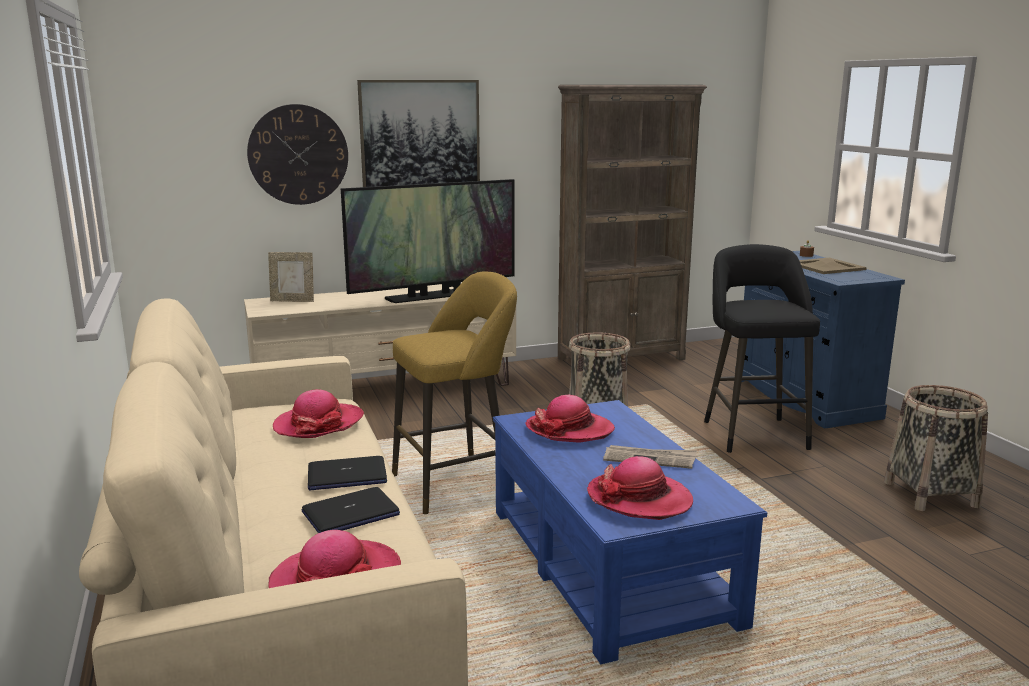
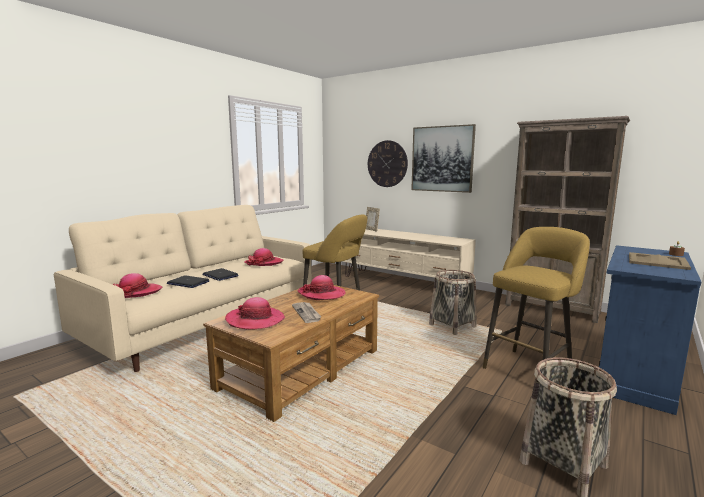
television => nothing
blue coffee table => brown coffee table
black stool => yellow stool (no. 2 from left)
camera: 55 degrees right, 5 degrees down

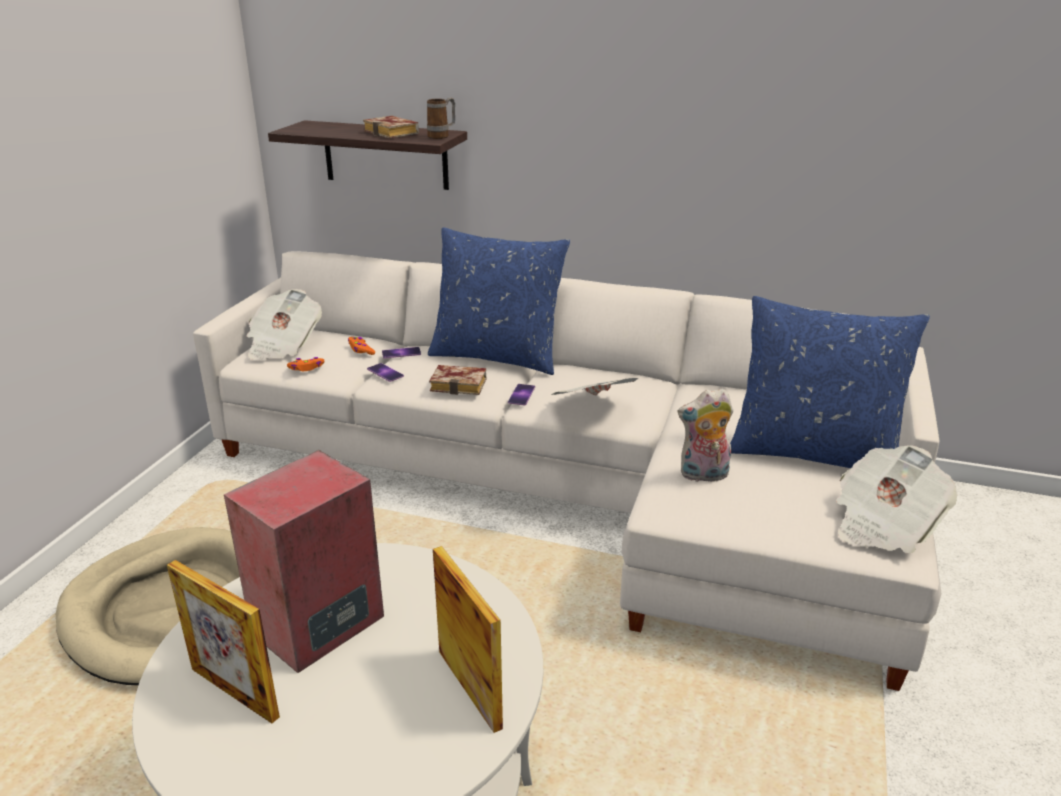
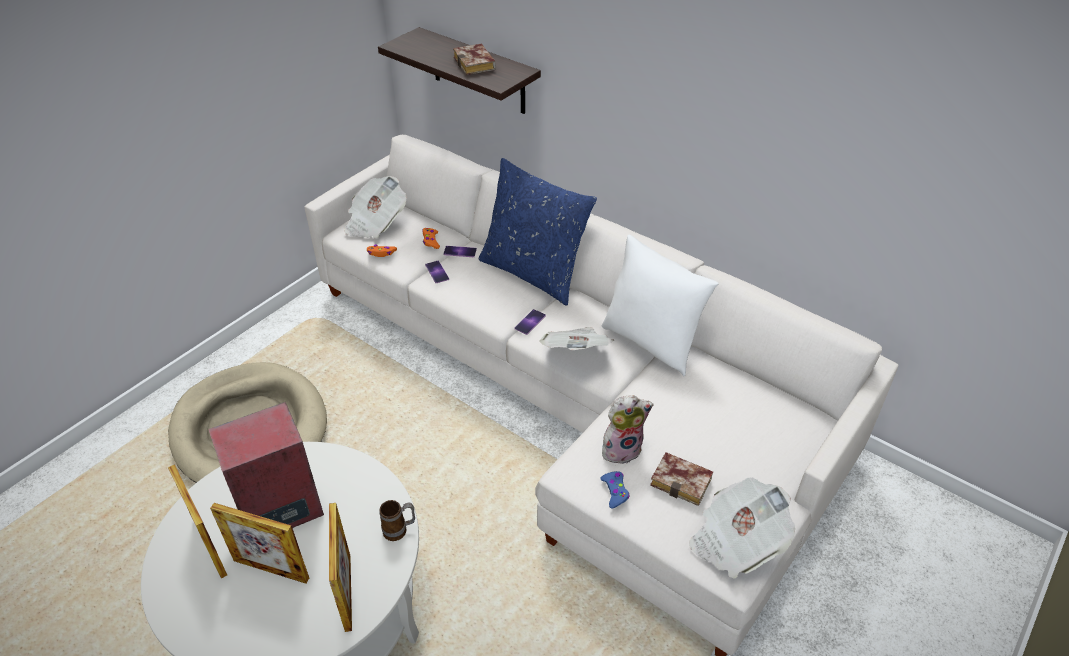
blue pillow (no. 2 from left) => nothing
nothing => picture frame (no. 2 from left)
nothing => white pillow
nothing => blue game controller
mug, shifted
book (no. 2 from left), shifted
plush toy, 150 degrees clockwise
camera: 20 degrees right, 15 degrees up

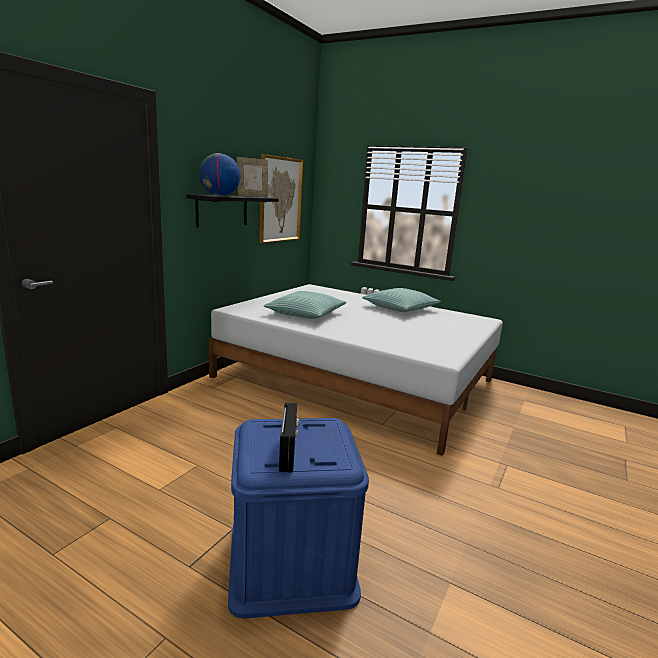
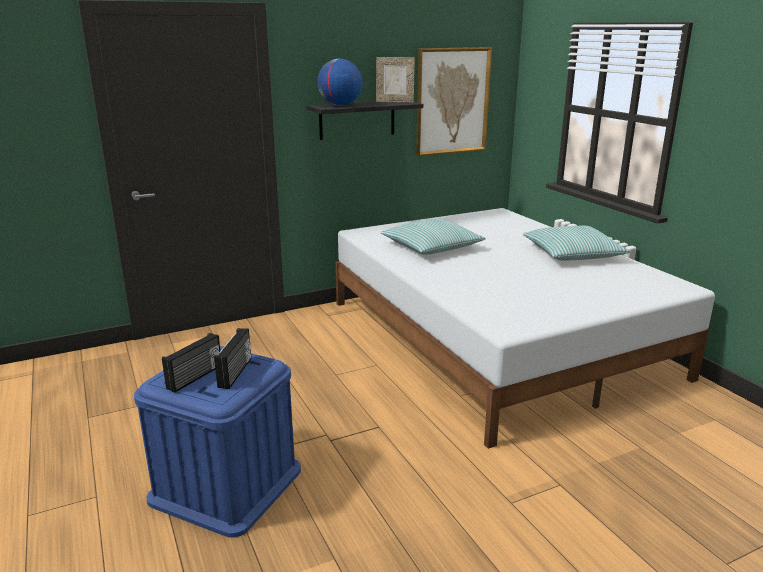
nothing => radio (no. 2 from left)
camera: 35 degrees right, 5 degrees up

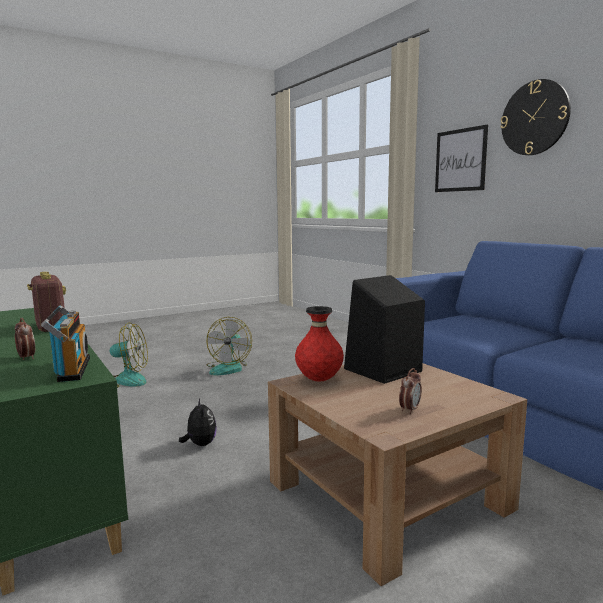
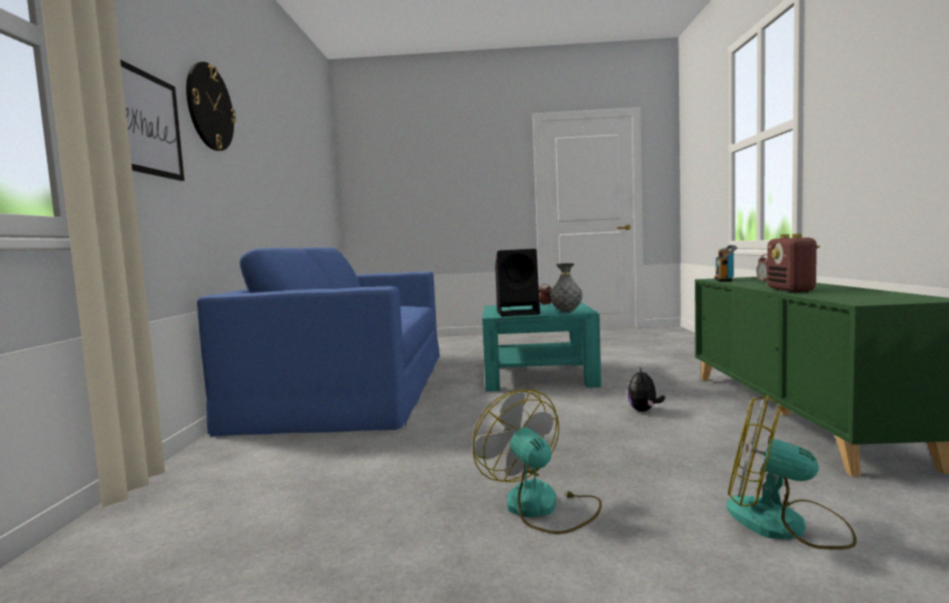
brown coffee table => turquoise coffee table
red vase => grey vase
fan (no. 2 from left in the first image) => fan (no. 1 from left), 75 degrees counterclockwise
camera: 145 degrees left, 5 degrees down

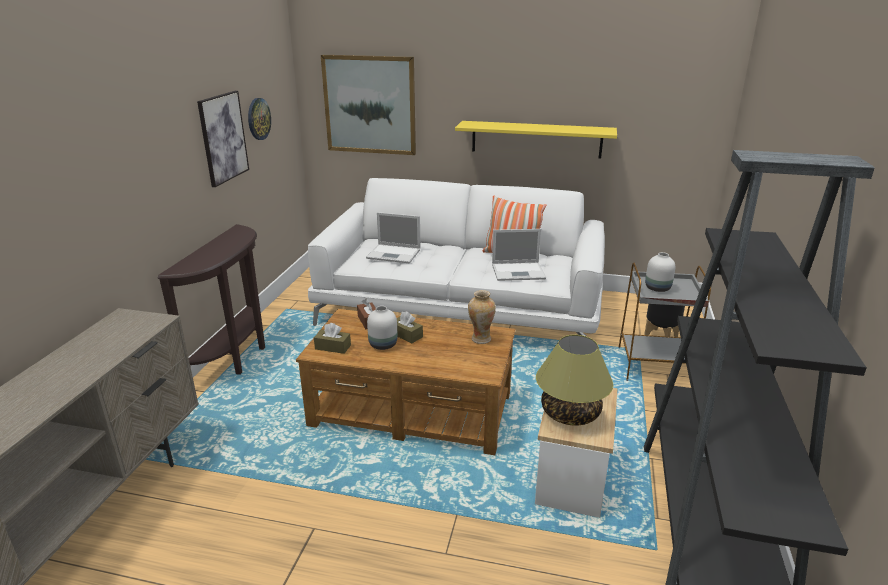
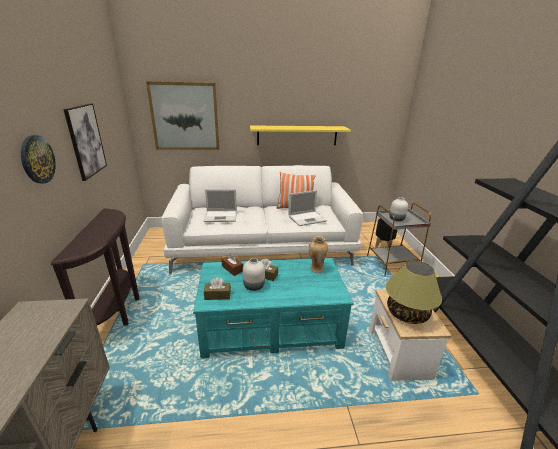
wall clock, shifted
brown coffee table => turquoise coffee table
camera: 20 degrees left, 0 degrees up

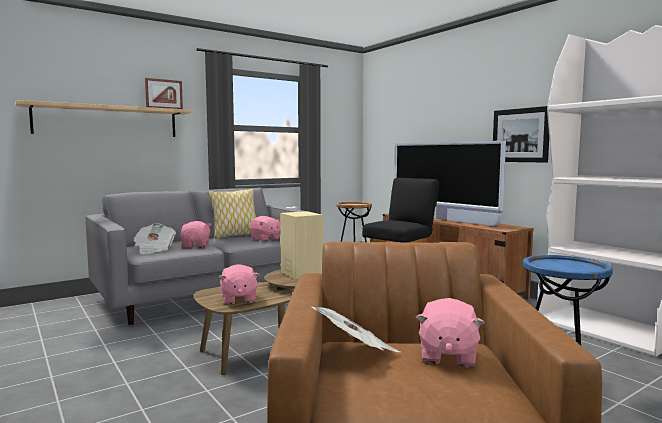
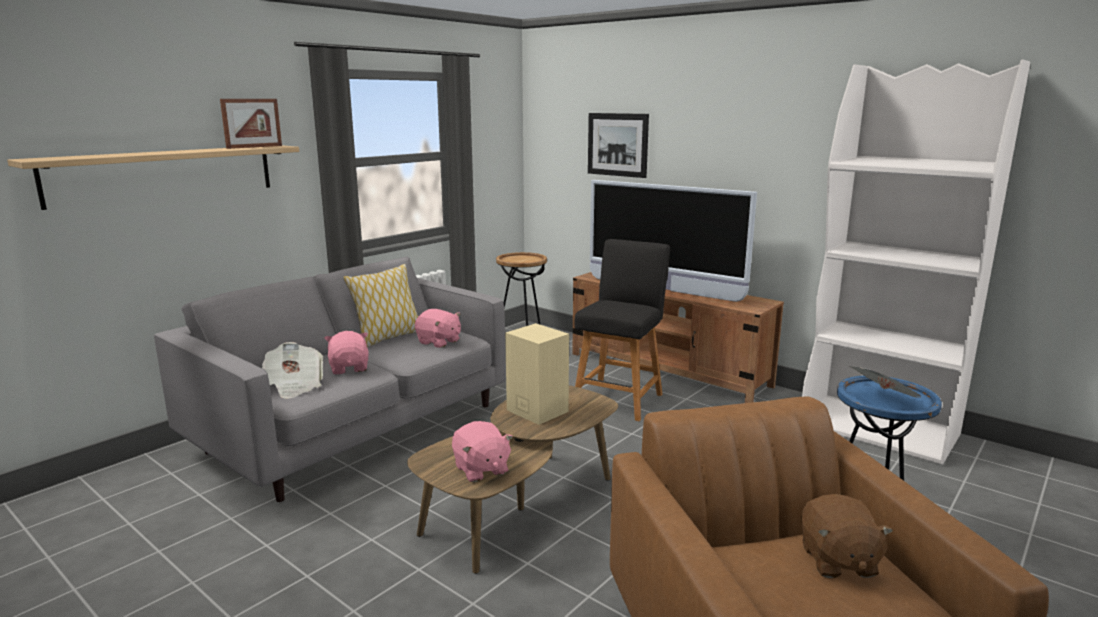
newspaper (no. 2 from left), shifted
picture, shifted
pink plush toy (no. 4 from left) => brown plush toy
camera: 15 degrees left, 10 degrees up

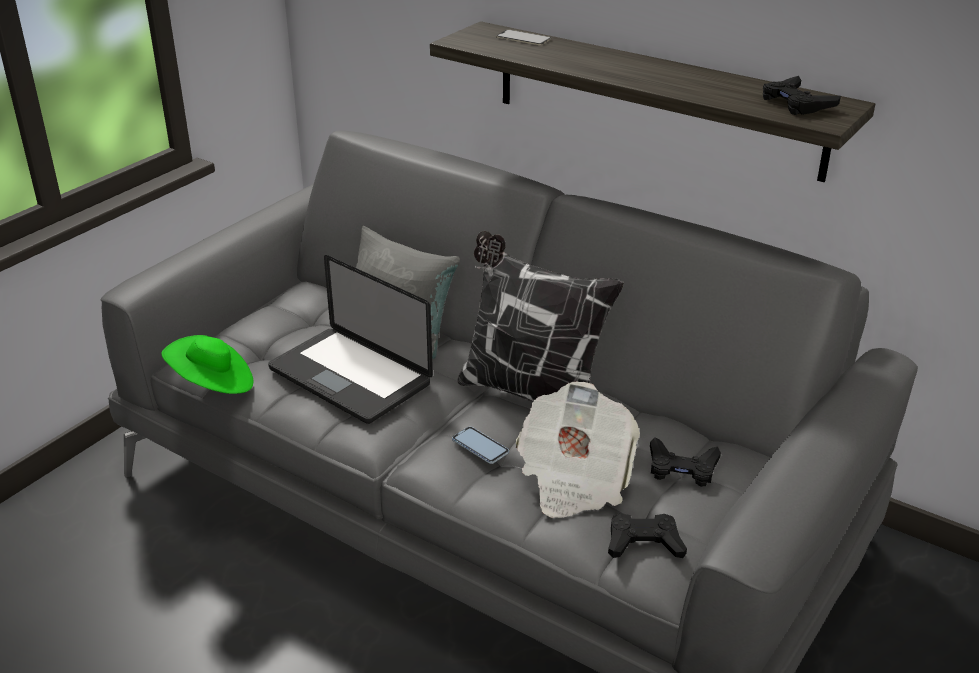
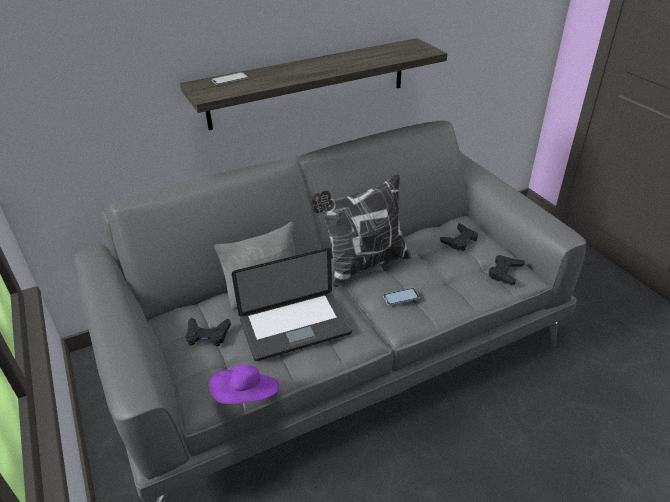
newspaper => nothing
black game controller (no. 3 from left in the first image) => black game controller (no. 1 from left), shifted
green hat => purple hat
camera: 60 degrees left, 5 degrees up

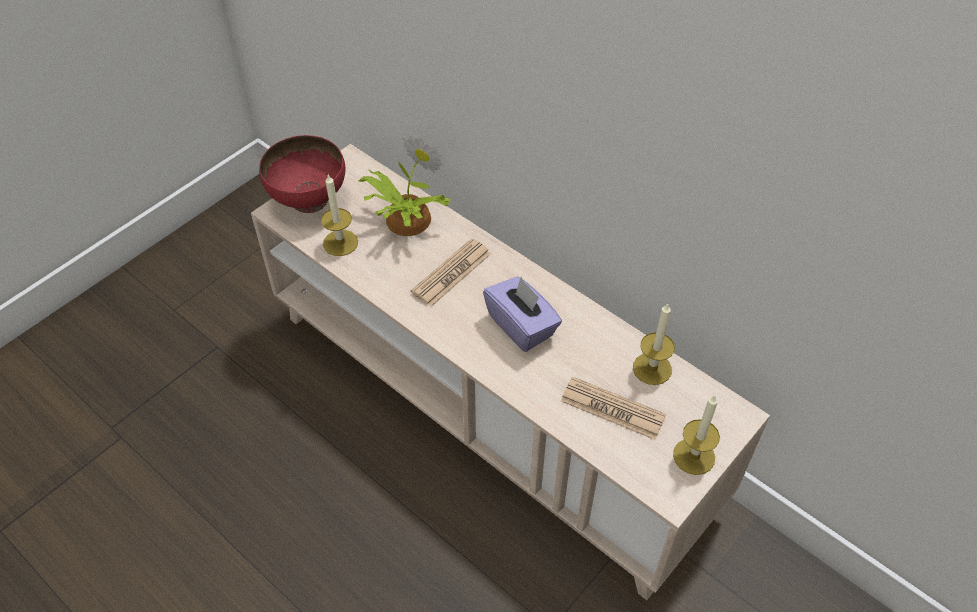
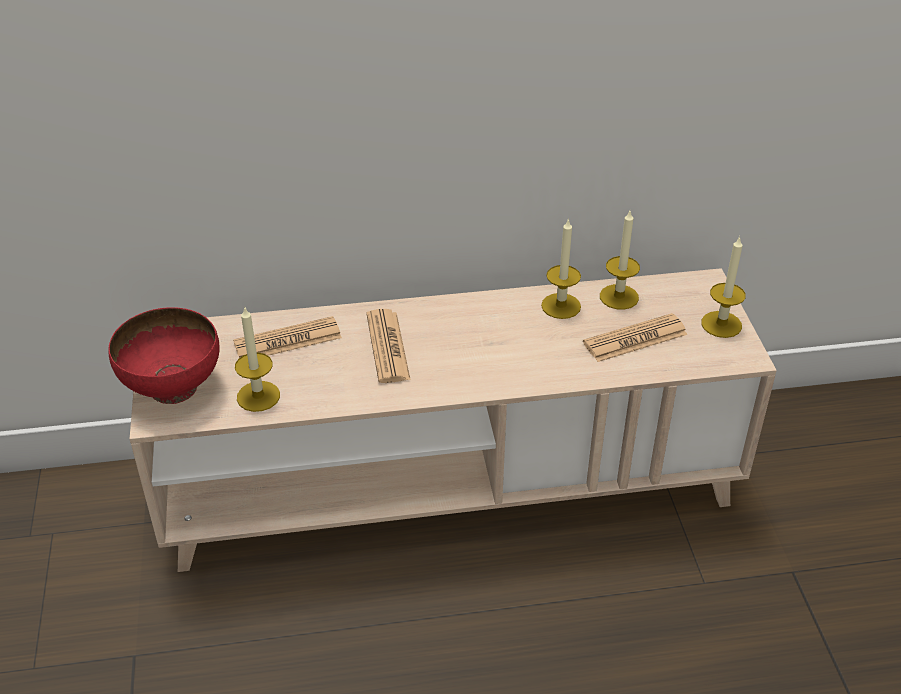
purple tissue box => nothing
nothing => candle (no. 2 from left)
potted plant => newspaper (no. 1 from left)
camera: 50 degrees left, 10 degrees down

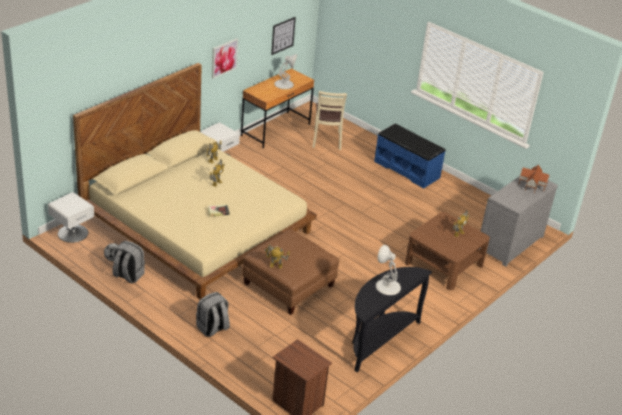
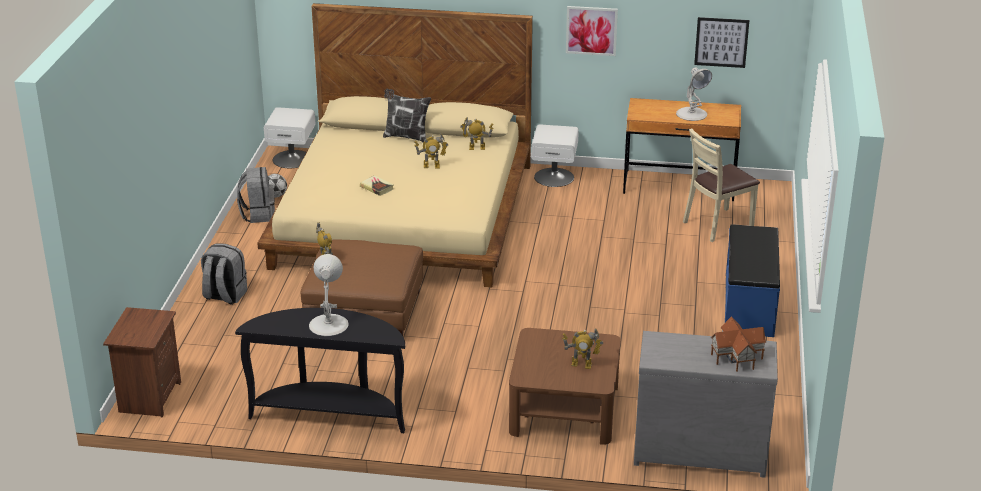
nothing => pillow
camera: 60 degrees right, 5 degrees down

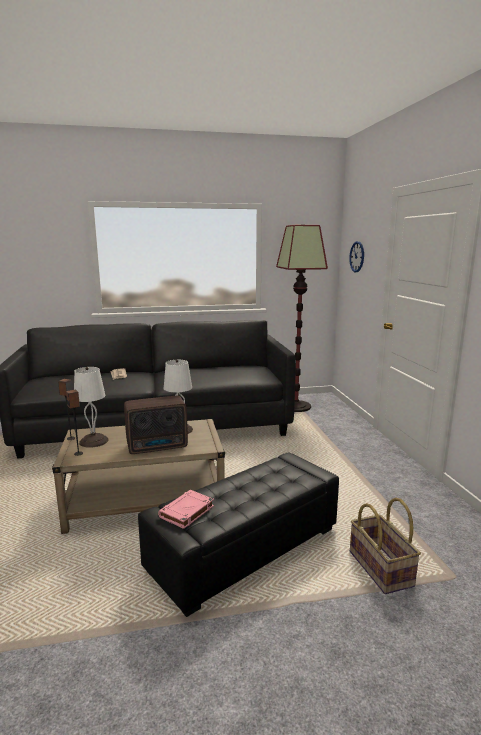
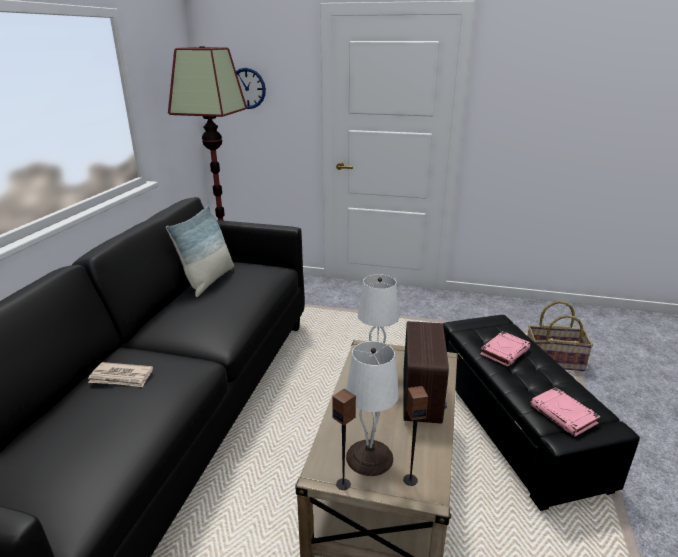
nothing => pillow
nothing => pink book (no. 1 from left)
camera: 65 degrees left, 10 degrees up

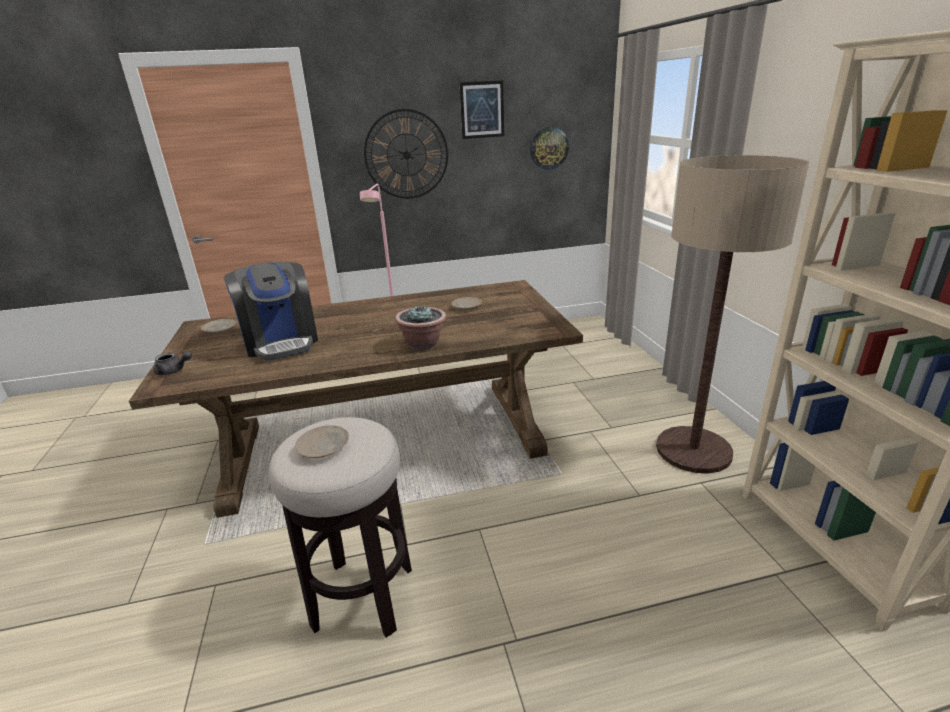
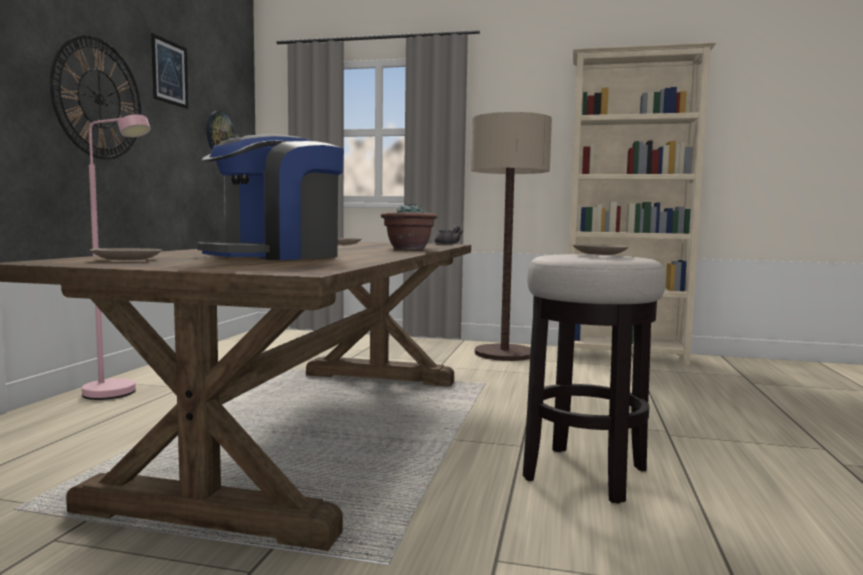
grey teapot, shifted
coffee machine, 135 degrees clockwise
camera: 65 degrees left, 20 degrees down

